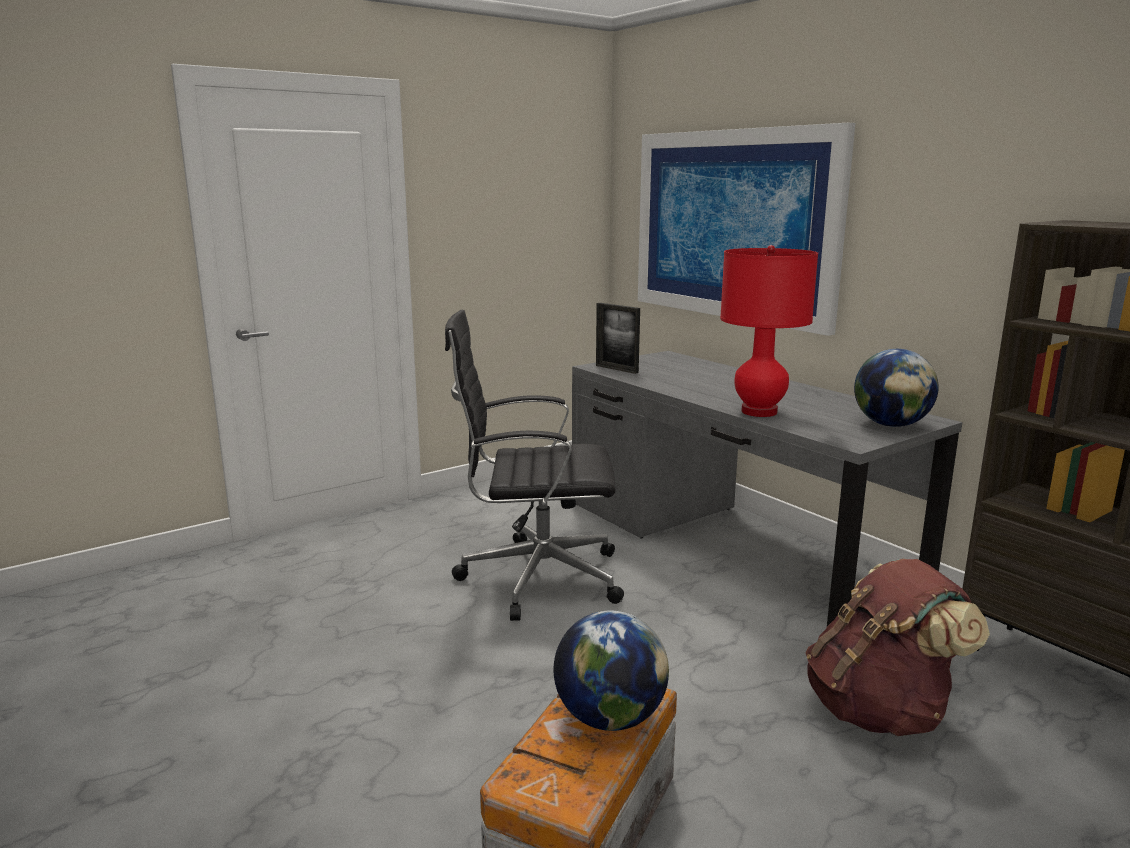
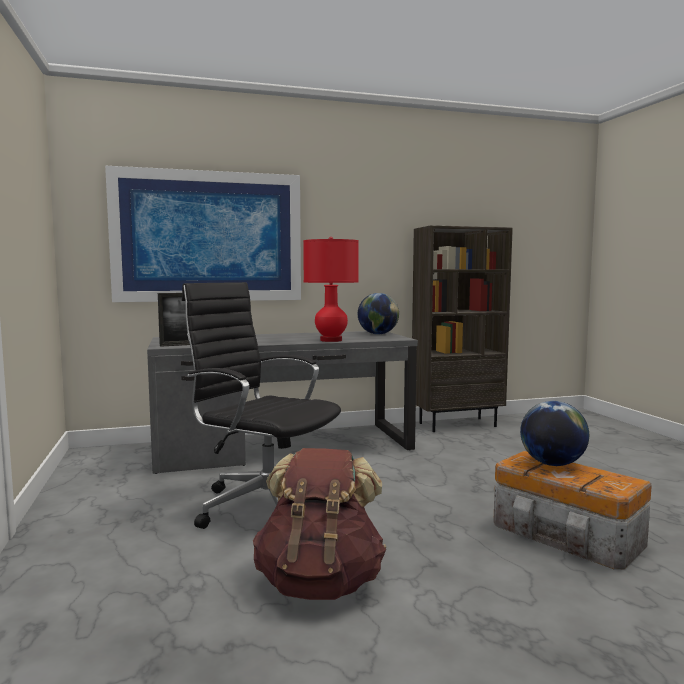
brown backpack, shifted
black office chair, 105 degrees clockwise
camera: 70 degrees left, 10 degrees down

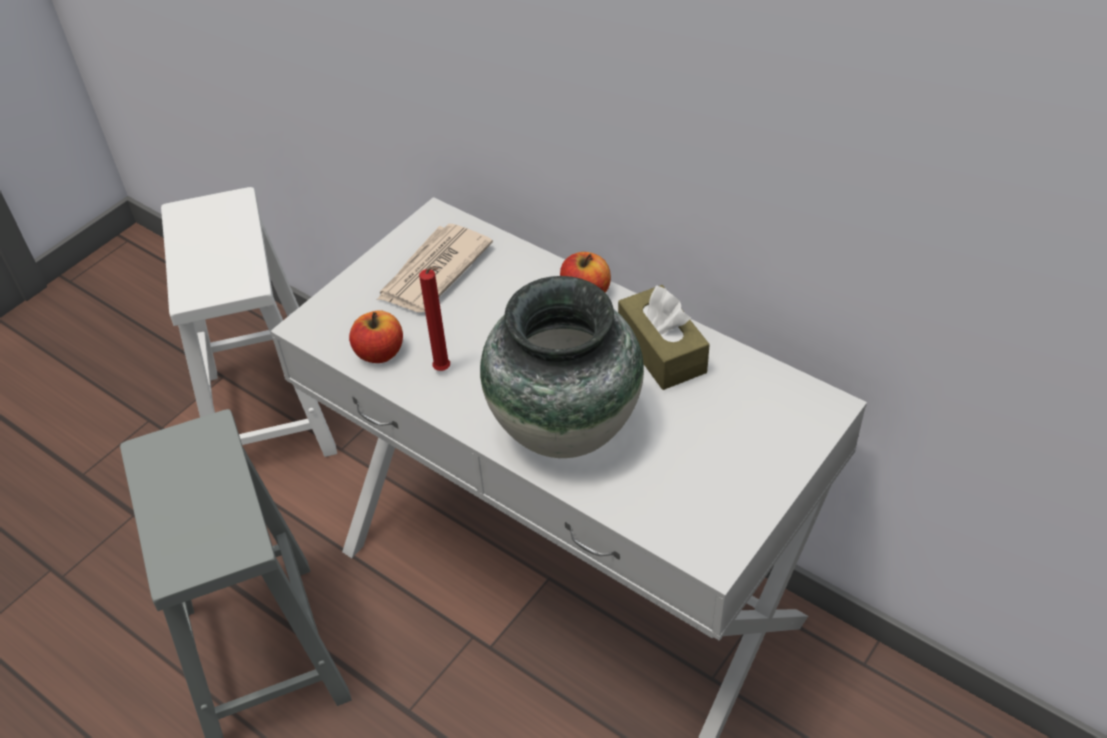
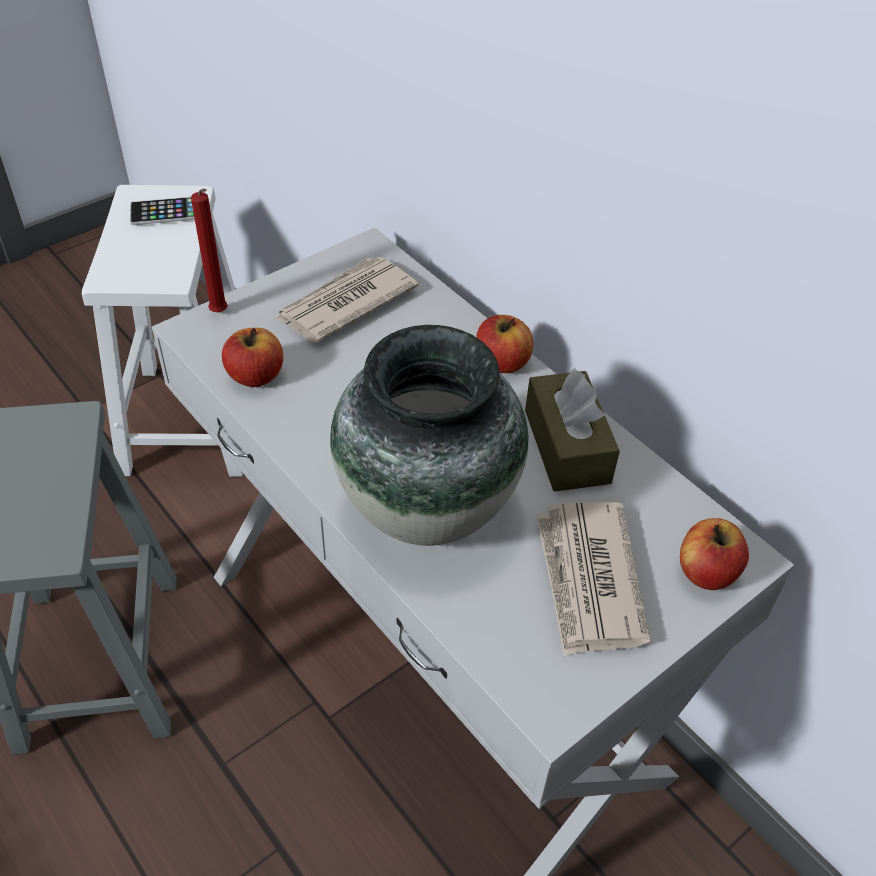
nothing => phone
nothing => newspaper (no. 2 from left)
nothing => apple (no. 3 from left)
red candle, shifted
camera: 10 degrees right, 0 degrees up

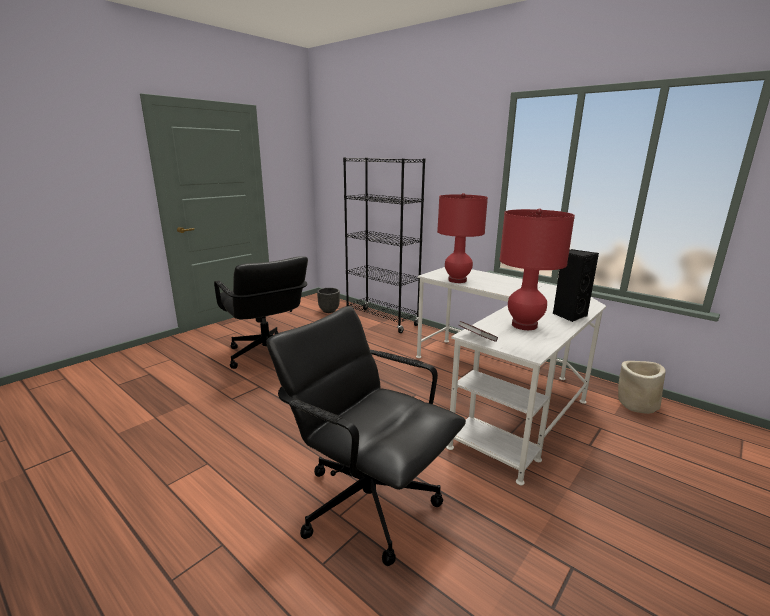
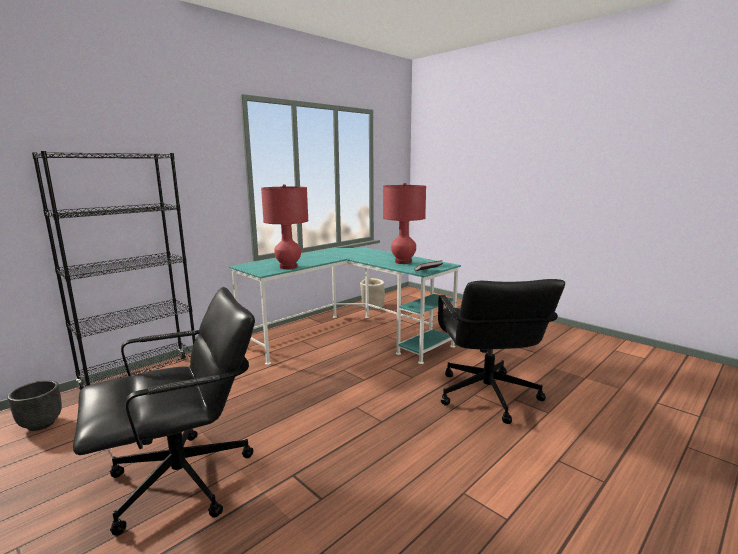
black speaker => nothing
white desk => turquoise desk
black office chair (no. 2 from left), 45 degrees counterclockwise
camera: 85 degrees left, 5 degrees down

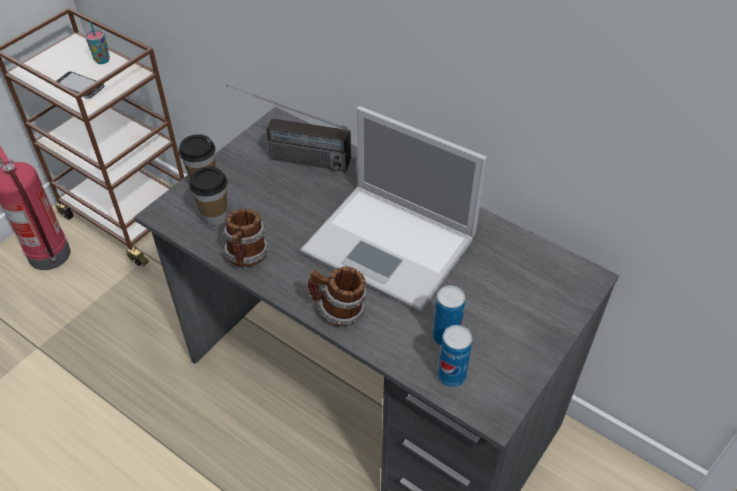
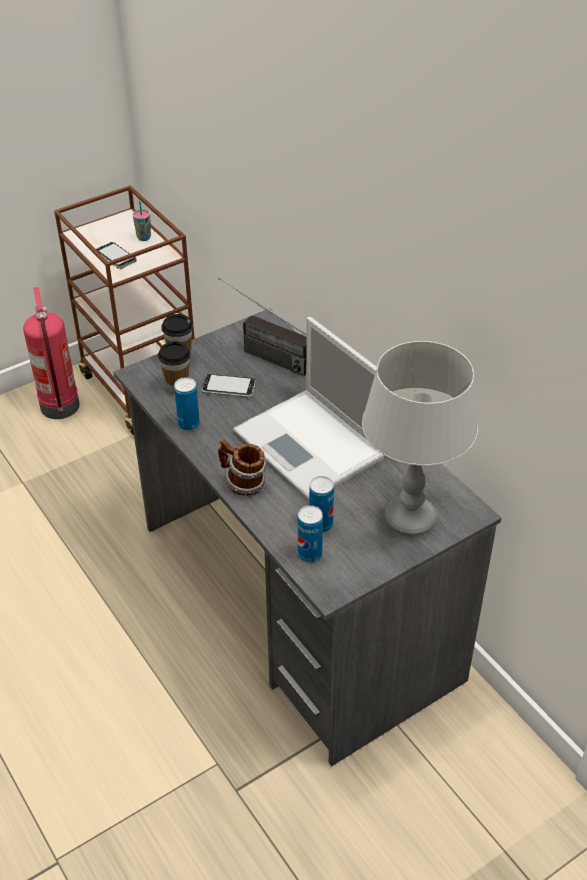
nothing => phone (no. 2 from left)
nothing => grey table lamp
mug (no. 1 from left) => can (no. 1 from left)
camera: 20 degrees right, 5 degrees down

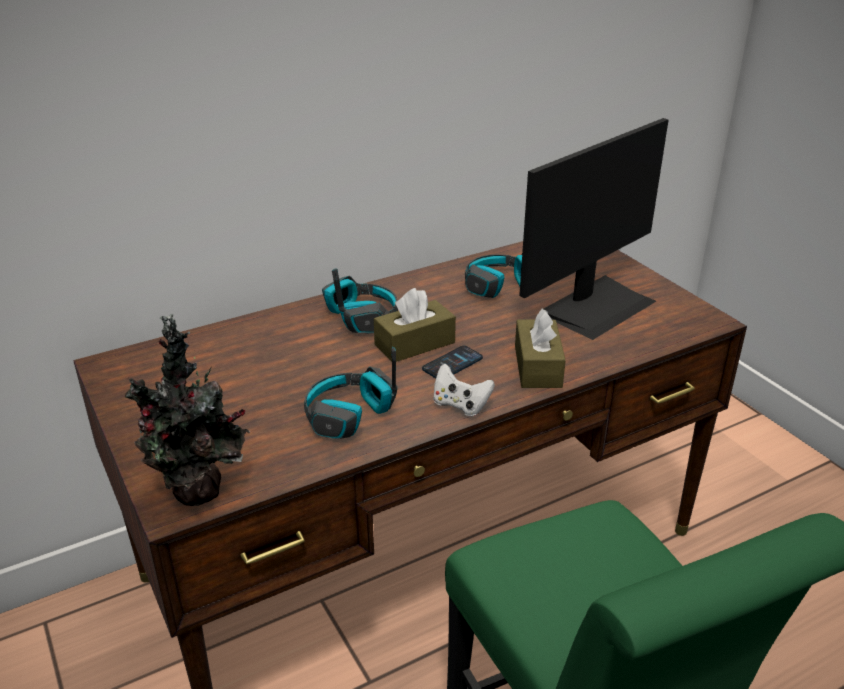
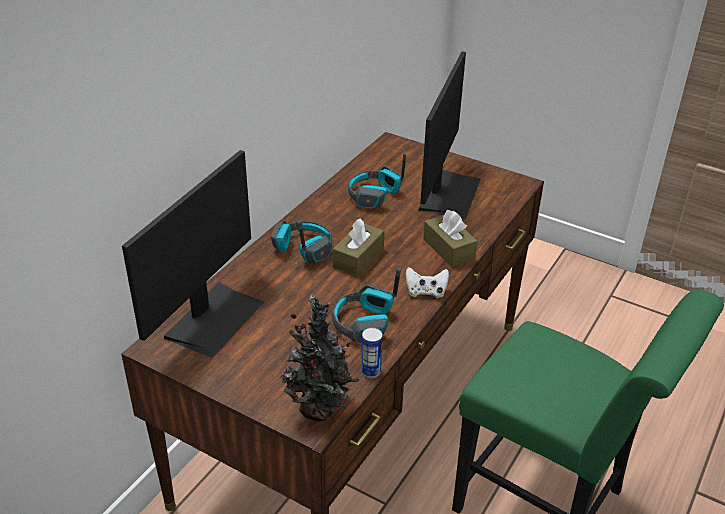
phone => nothing
nothing => monitor (no. 1 from left)
nothing => can
camera: 30 degrees left, 5 degrees up

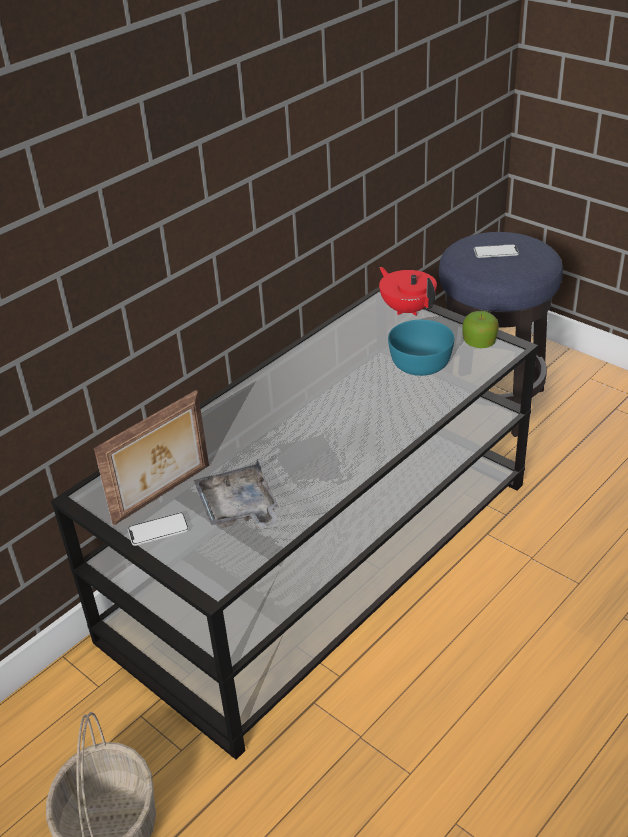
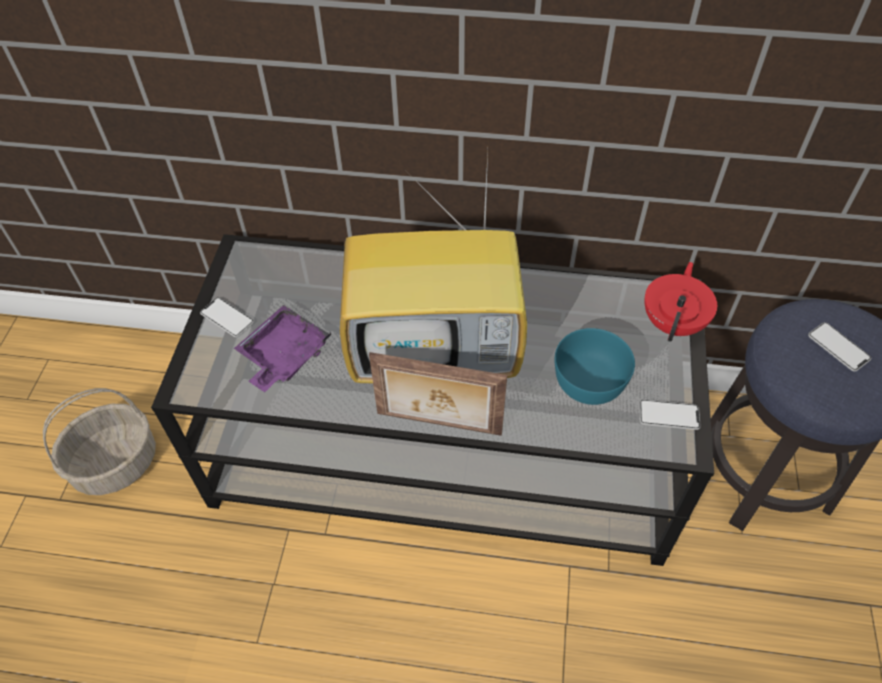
nothing => television
picture frame, shifted
apple => phone (no. 2 from left)
grey tray => purple tray
camera: 55 degrees right, 15 degrees up

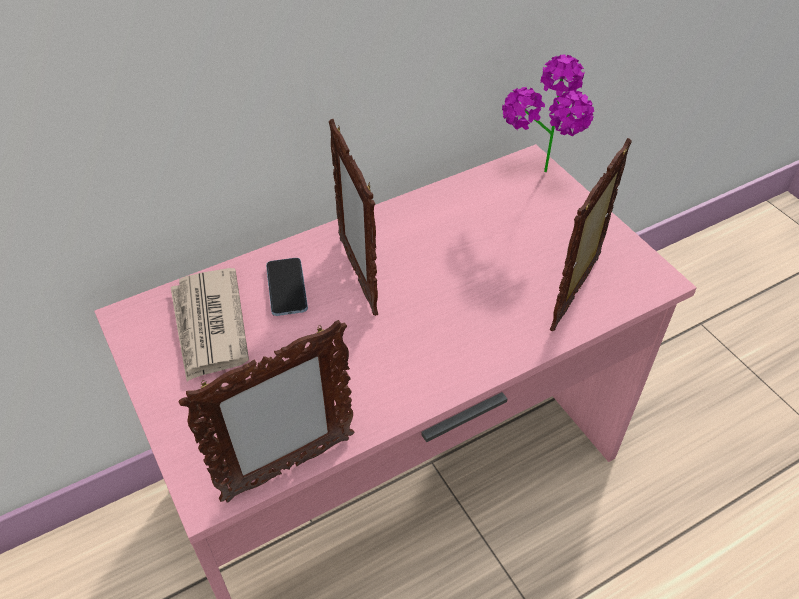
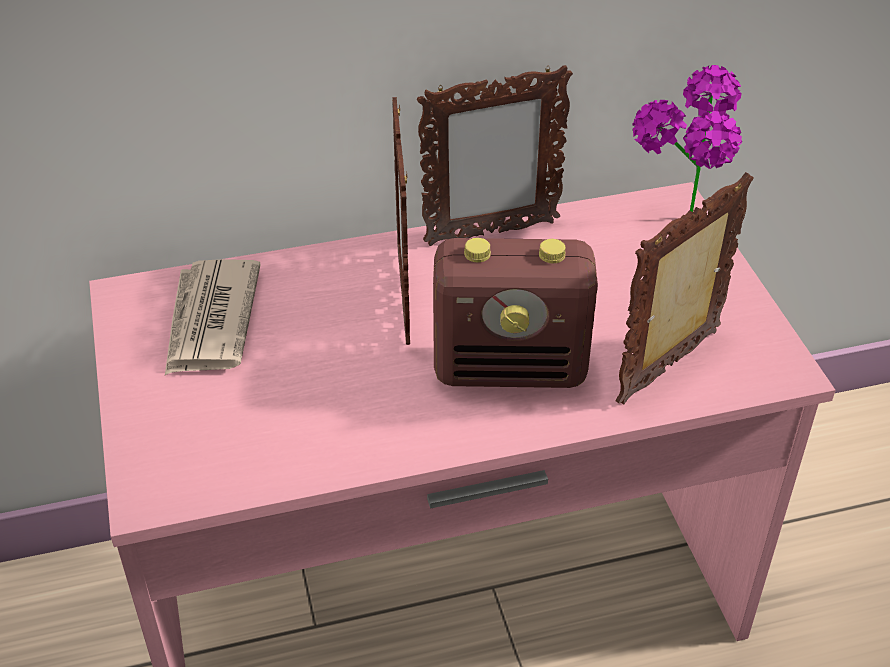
phone => nothing
nothing => radio
picture frame (no. 1 from left in the first image) => picture frame (no. 2 from left), shifted
camera: 15 degrees right, 5 degrees down

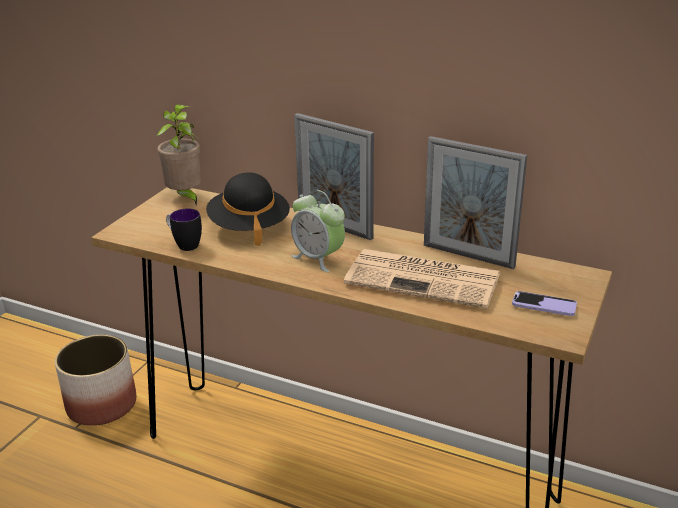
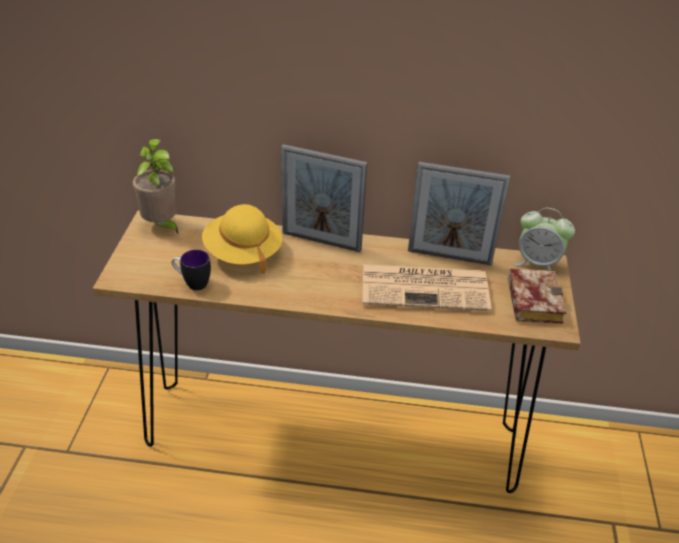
planter => nothing
alarm clock, shifted
phone => book
black hat => yellow hat
camera: 20 degrees left, 10 degrees up

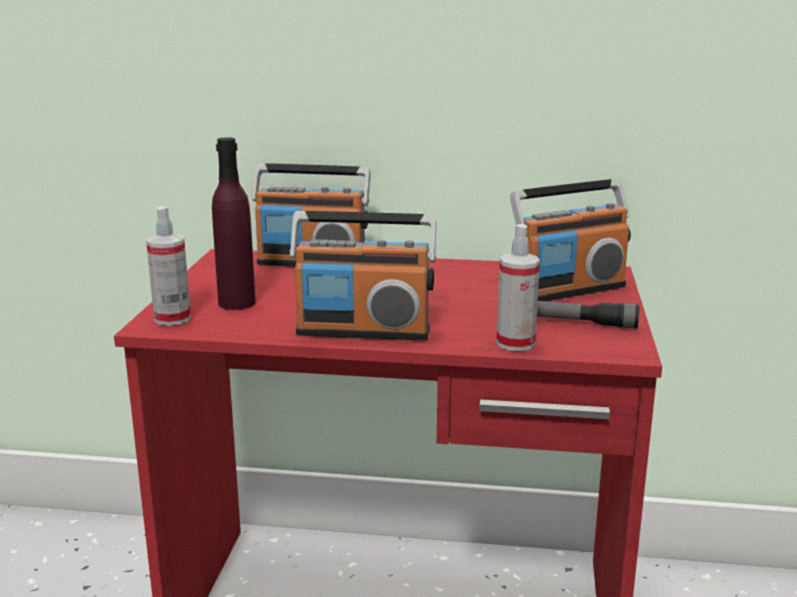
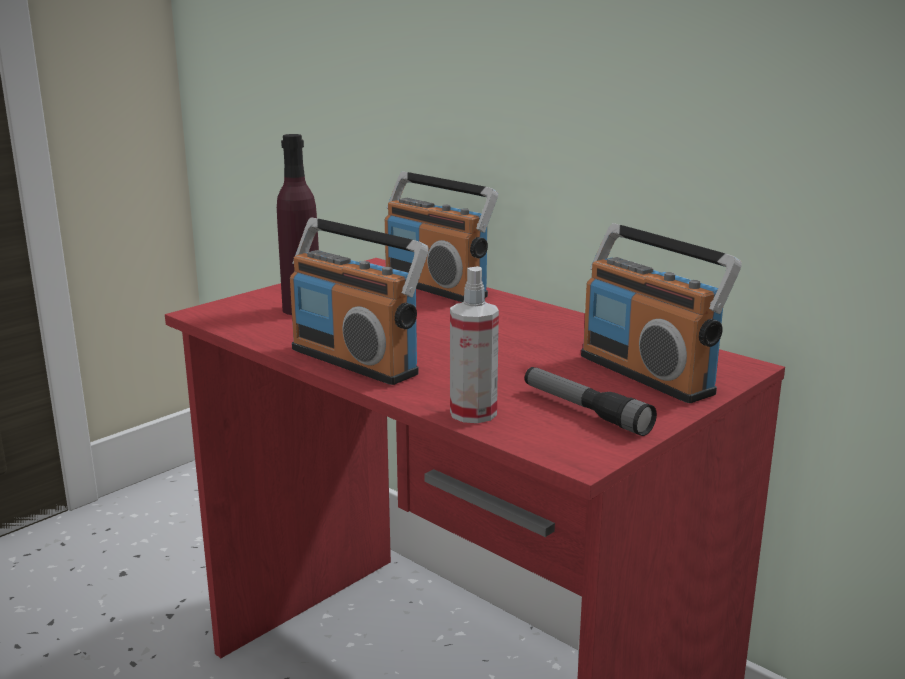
spray bottle (no. 1 from left) => nothing
radio (no. 3 from left), 45 degrees clockwise
camera: 35 degrees right, 0 degrees up

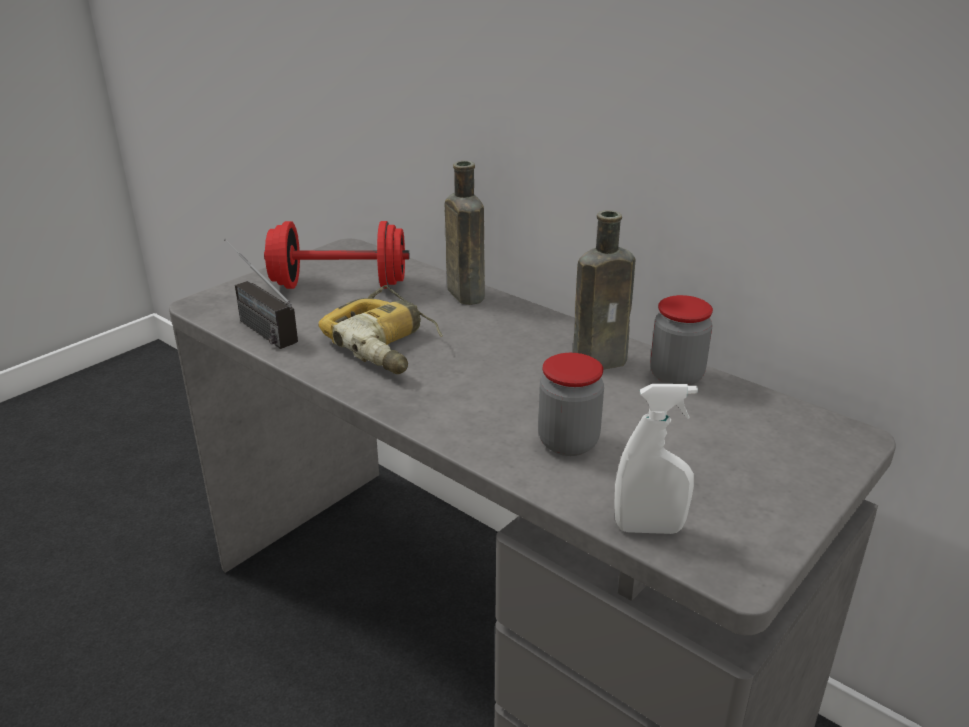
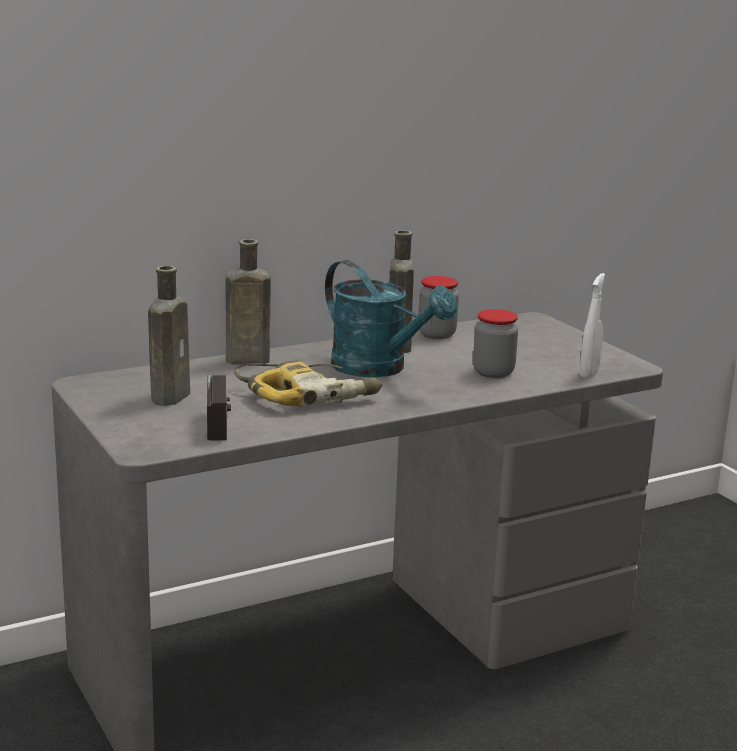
nothing => turquoise watering can
red dumbbell => brown bottle (no. 1 from left)
radio, 75 degrees counterclockwise
camera: 70 degrees left, 10 degrees down

